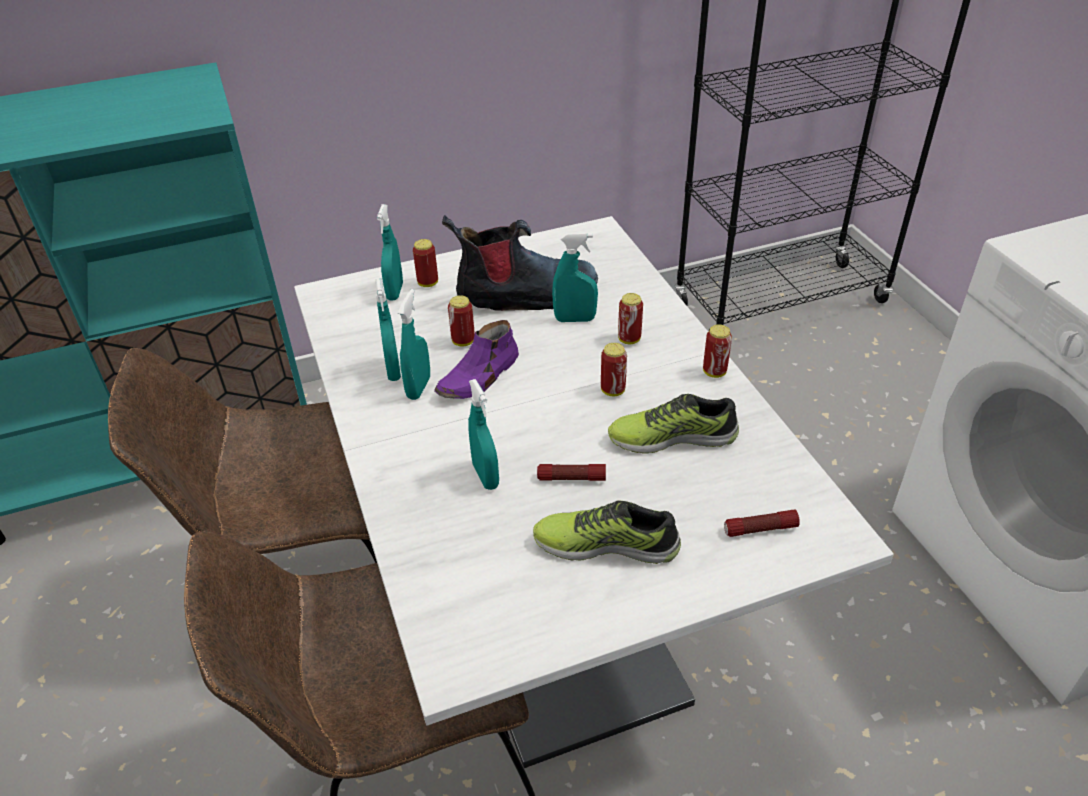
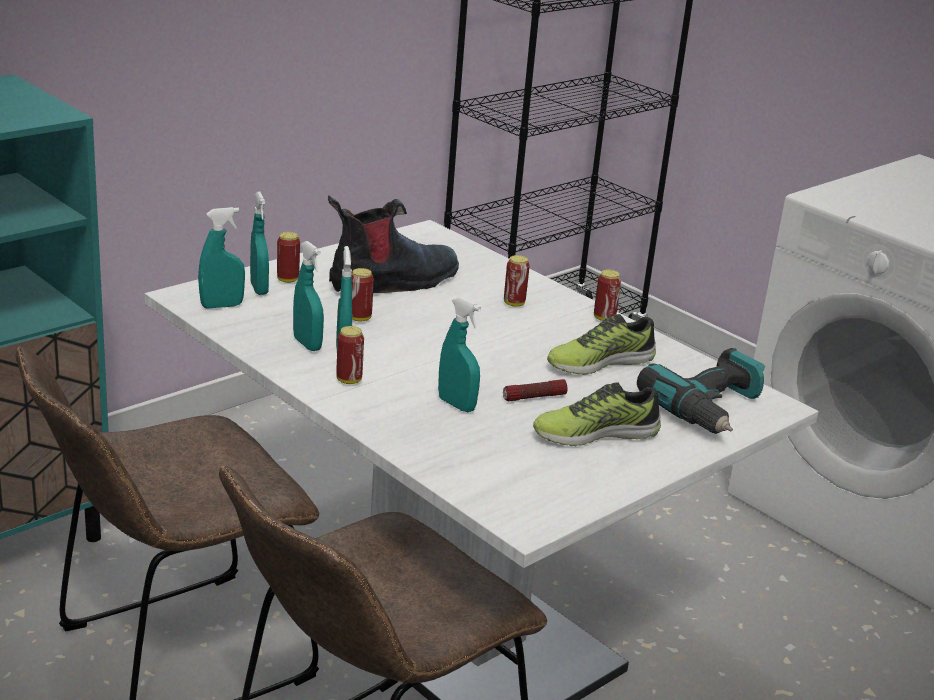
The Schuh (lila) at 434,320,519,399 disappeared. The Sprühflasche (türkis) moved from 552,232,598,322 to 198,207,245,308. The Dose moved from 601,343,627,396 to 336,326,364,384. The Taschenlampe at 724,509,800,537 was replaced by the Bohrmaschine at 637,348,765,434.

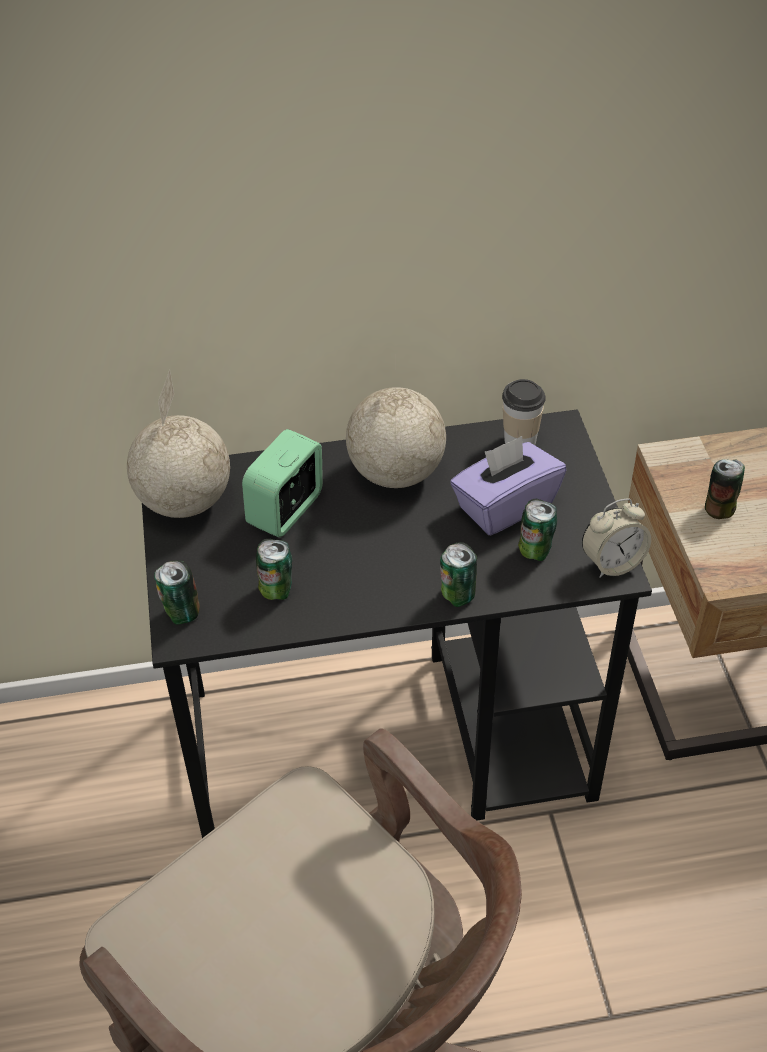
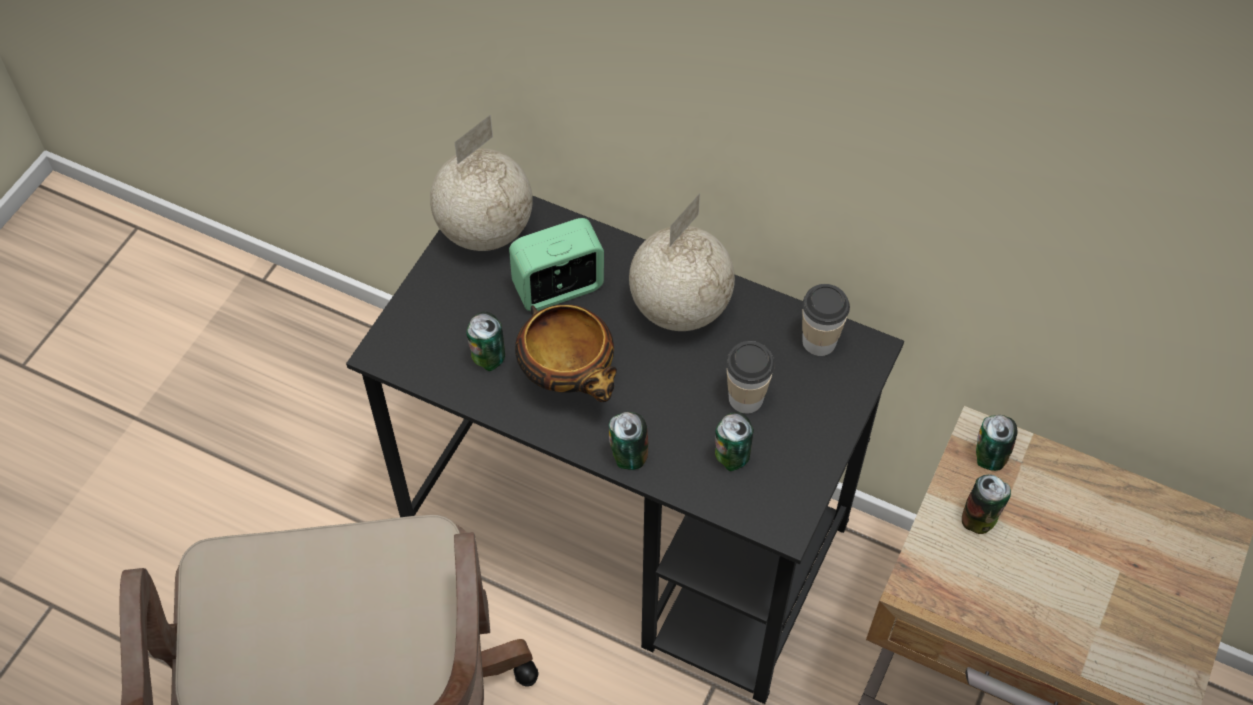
The Dose moved from 154,560,200,624 to 976,415,1018,471. The Taschentuchbox (lila) at 450,436,567,535 was replaced by the Tasse at 726,341,775,414. The Wecker at 582,498,651,578 disappeared. The Schüssel at 515,305,617,402 appeared.

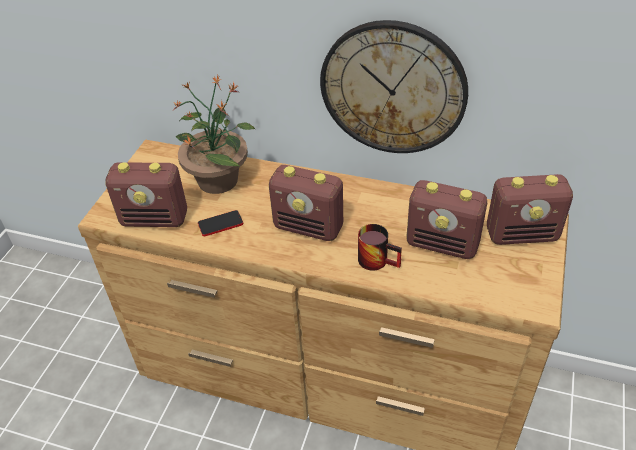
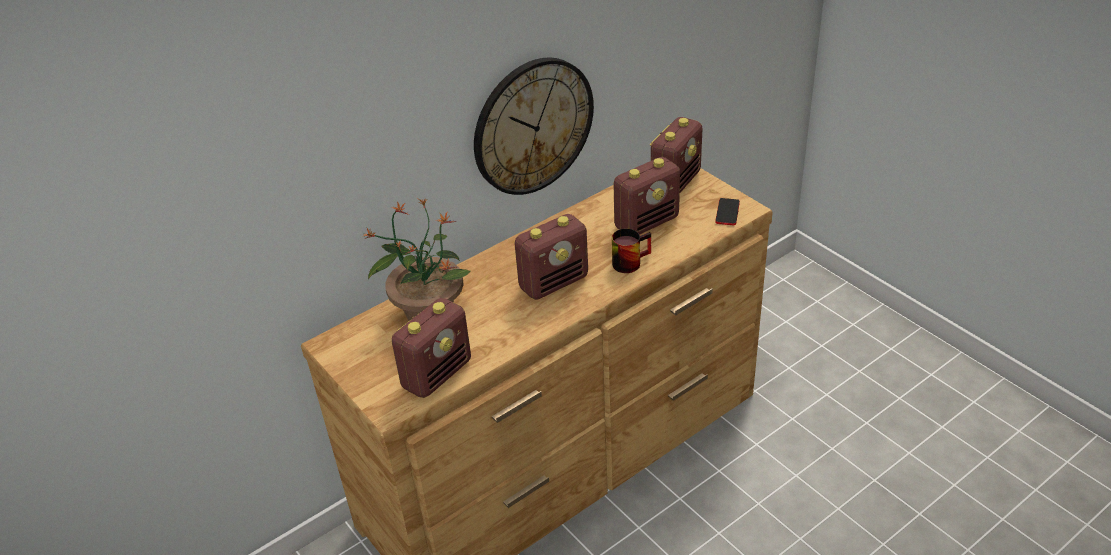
The Handy moved from 198,210,243,236 to 715,198,740,225.

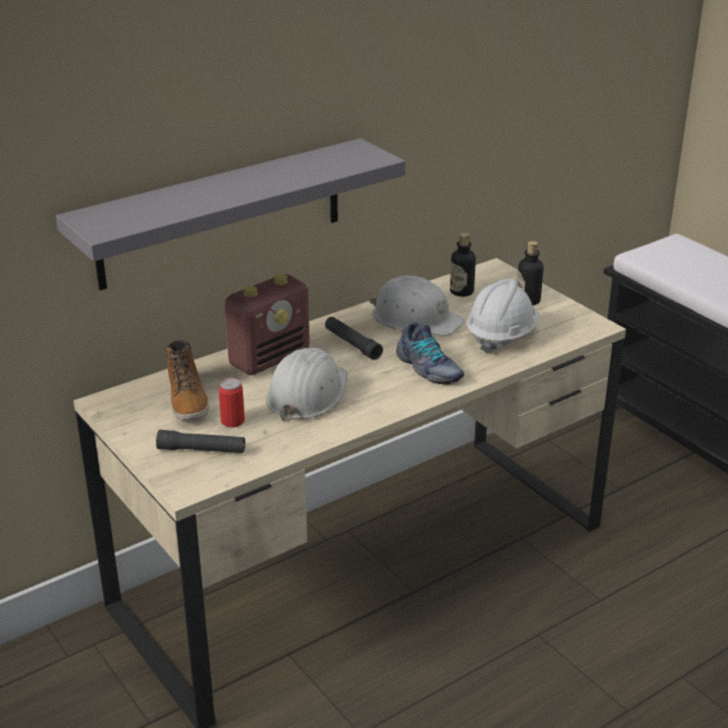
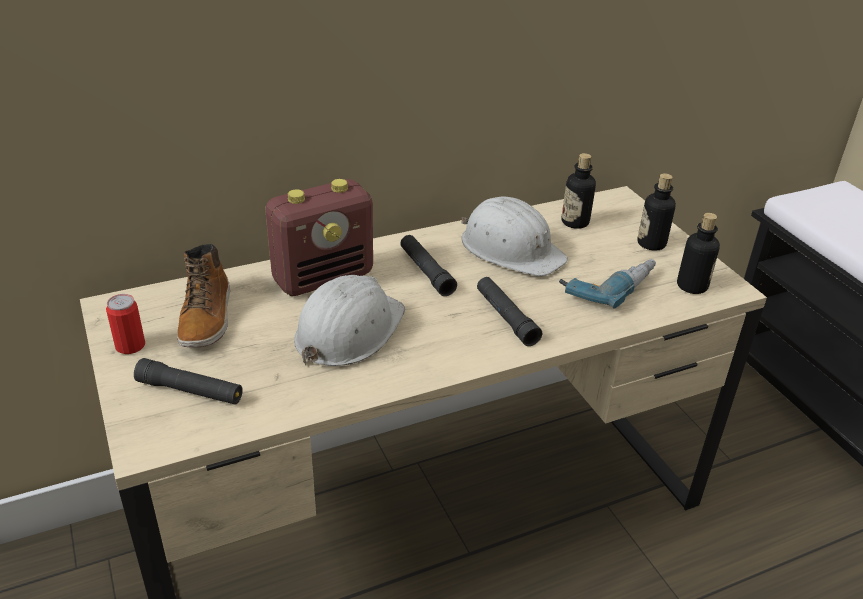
The Wandregal (grau) at 56,138,405,290 disappeared. The Dose moved from 219,378,245,427 to 106,294,145,354. The Schuh at 396,321,464,385 was replaced by the Taschenlampe (schwarz) at 477,277,542,346. The Schutzhelm (weiß) at 467,279,539,354 was replaced by the Bohrmaschine at 559,259,656,309. The Flasche at 677,213,720,294 appeared.

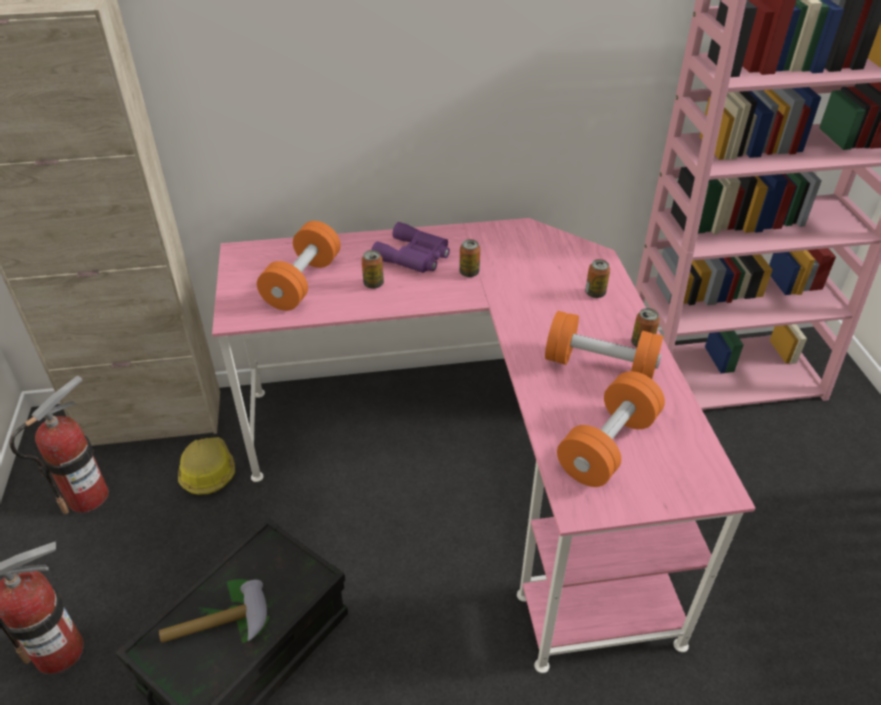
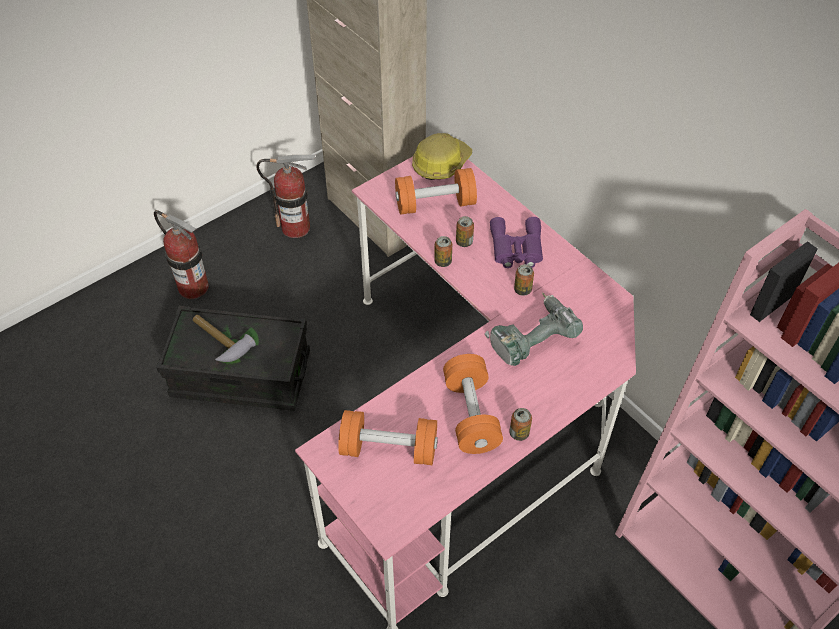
The Schutzhelm moved from 178,437,235,495 to 412,133,472,180. The Dose moved from 585,259,610,298 to 434,236,452,267. The Bohrmaschine at 485,292,583,366 appeared.

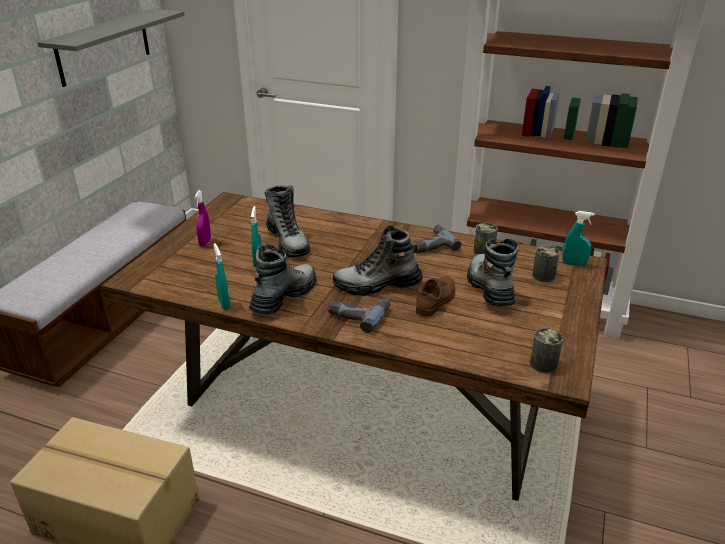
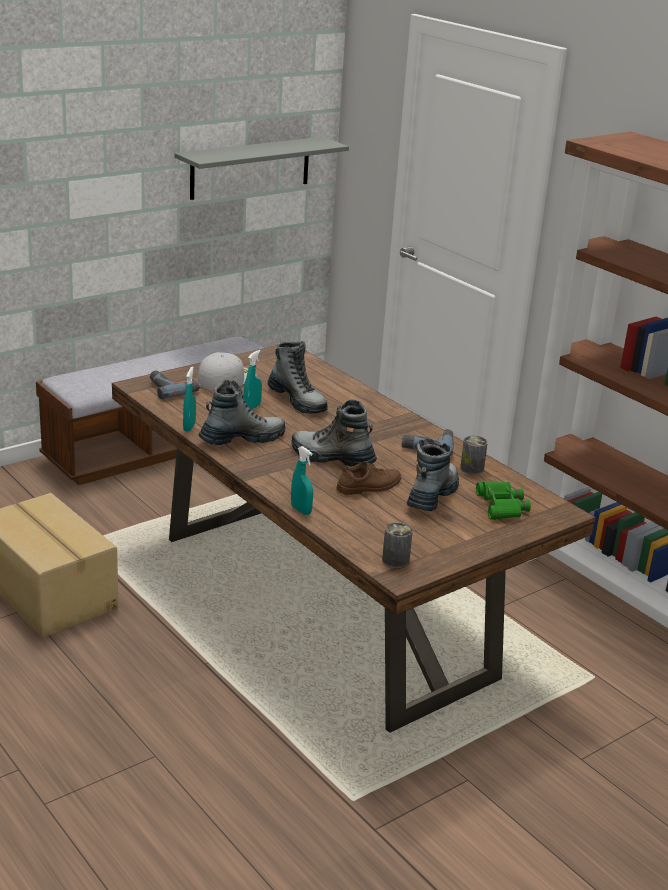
The Sprühflasche (lila) at 194,190,211,247 was replaced by the Kappe (weiß) at 198,352,256,390. The Stiefel at 265,185,310,258 turned 45 degrees counterclockwise. The Bohrmaschine moved from 328,298,390,333 to 150,370,201,399. The Dose at 532,245,560,282 was replaced by the Fernglas (grün) at 476,482,531,520. The Sprühflasche (türkis) moved from 562,211,595,267 to 291,446,313,515.

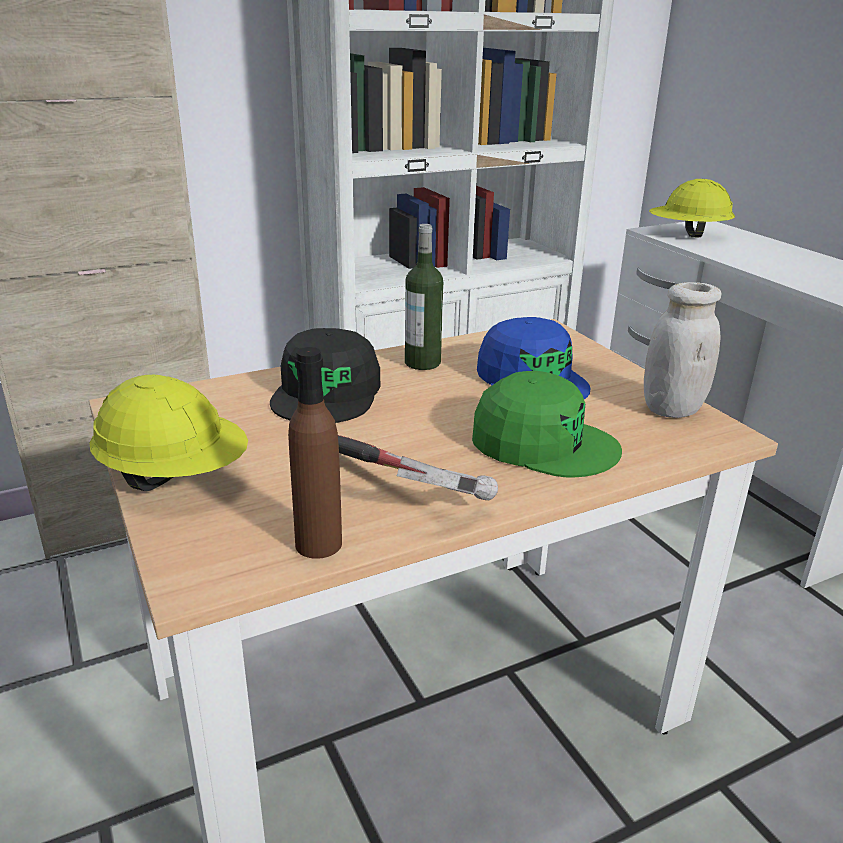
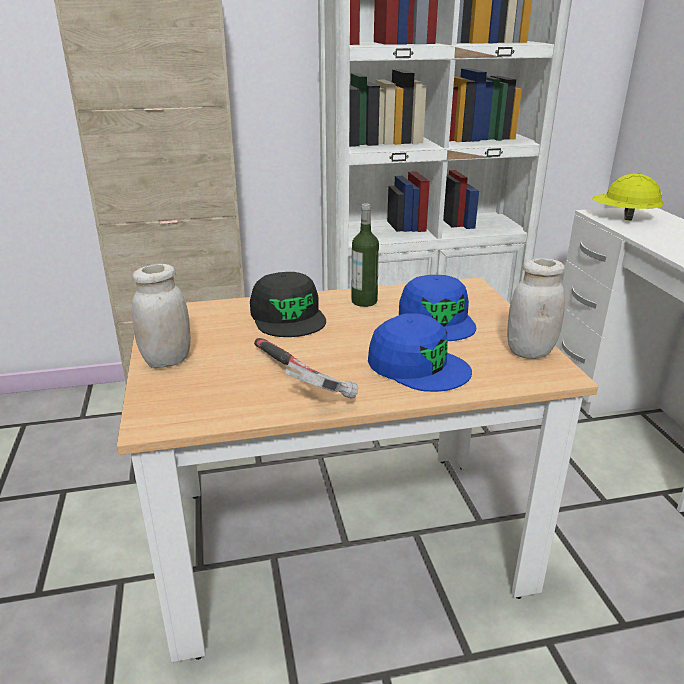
The Schutzhelm (gelb) at 89,375,248,491 was replaced by the Vorratsglas (weiß) at 132,264,191,368. The Kappe (schwarz) at 270,328,380,423 turned 45 degrees counterclockwise. The Flasche (braun) at 288,347,342,559 disappeared. The Kappe (grün) at 472,371,622,478 became the Kappe (blau) at 368,313,472,392.

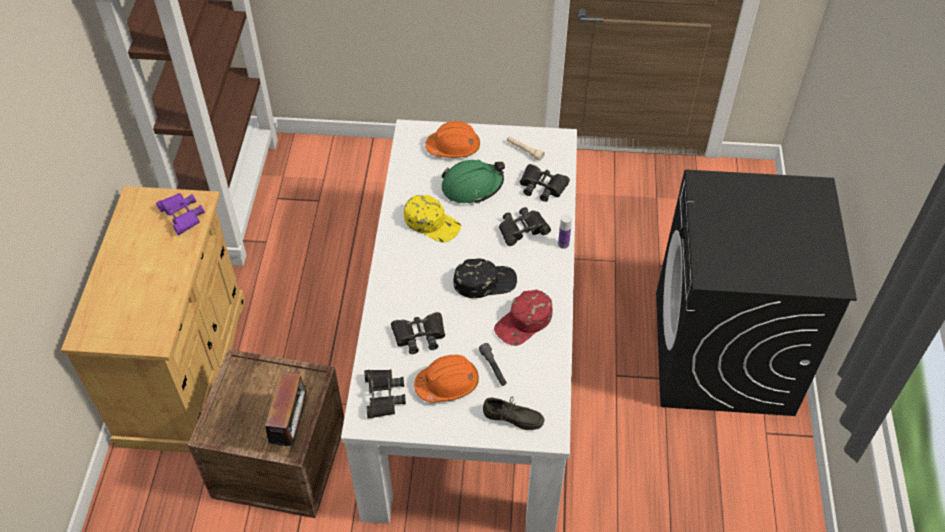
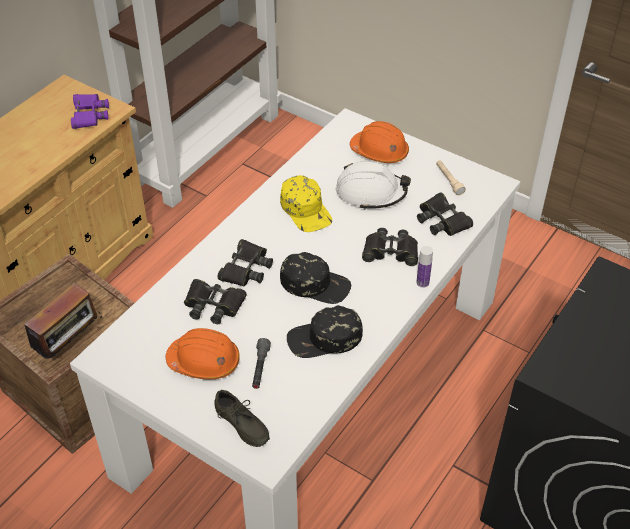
The Fernglas (schwarz) moved from 364,369,406,418 to 217,239,273,286. The Schutzhelm (grün) at 442,160,505,204 became the Schutzhelm (weiß) at 336,161,411,210. The Kappe (rot) at 494,290,553,346 became the Kappe (schwarz) at 287,305,363,358.

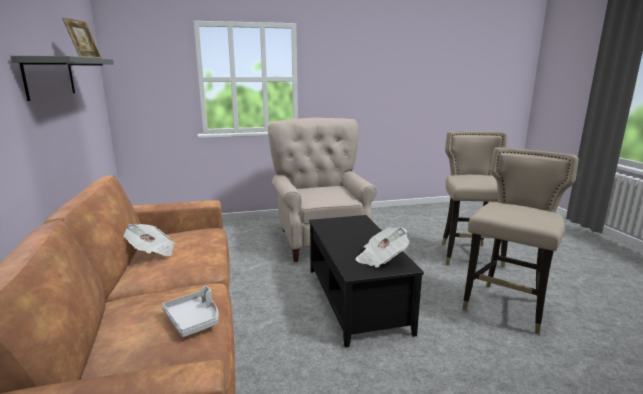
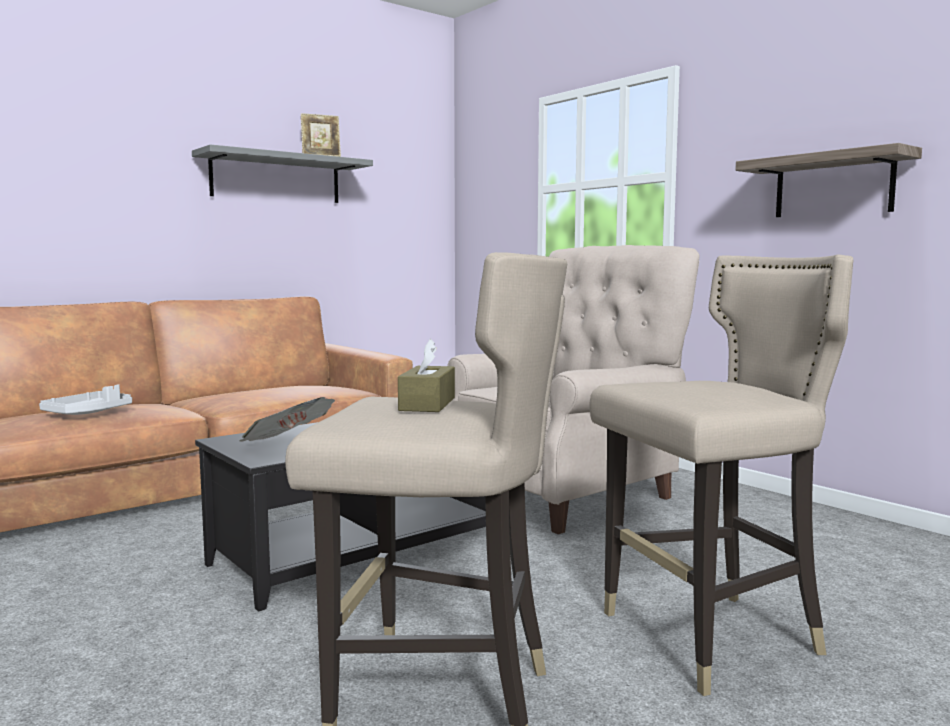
The Zeitung at 124,224,175,256 disappeared. The Taschentuchbox (braun) at 398,339,455,412 appeared. The Wandregal at 735,143,922,217 appeared.

